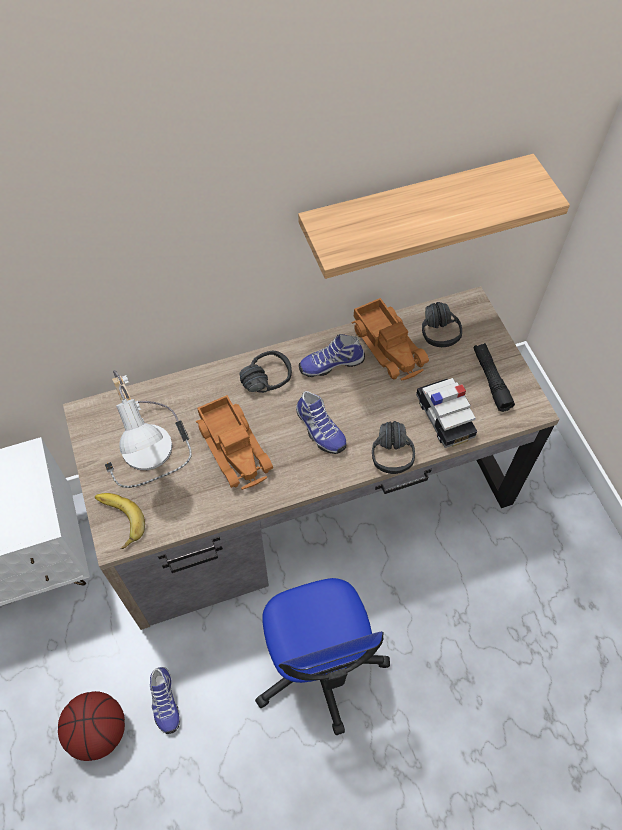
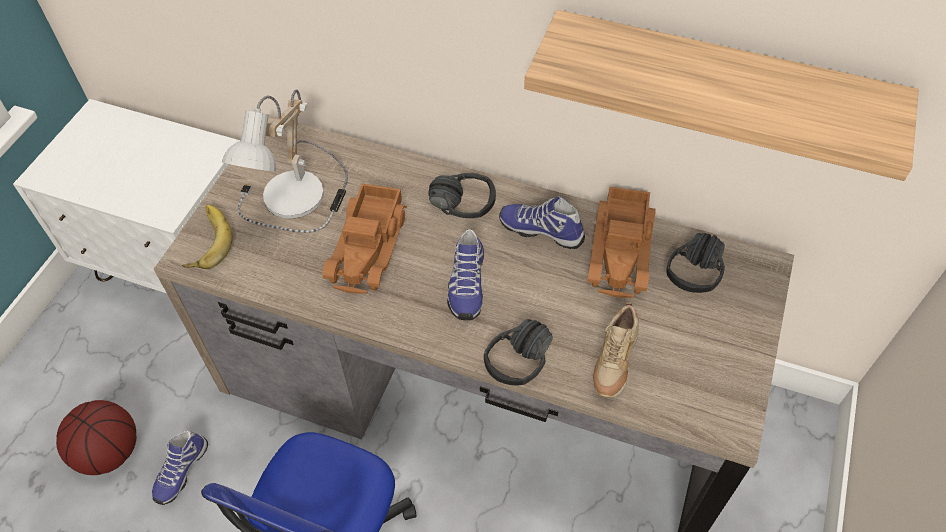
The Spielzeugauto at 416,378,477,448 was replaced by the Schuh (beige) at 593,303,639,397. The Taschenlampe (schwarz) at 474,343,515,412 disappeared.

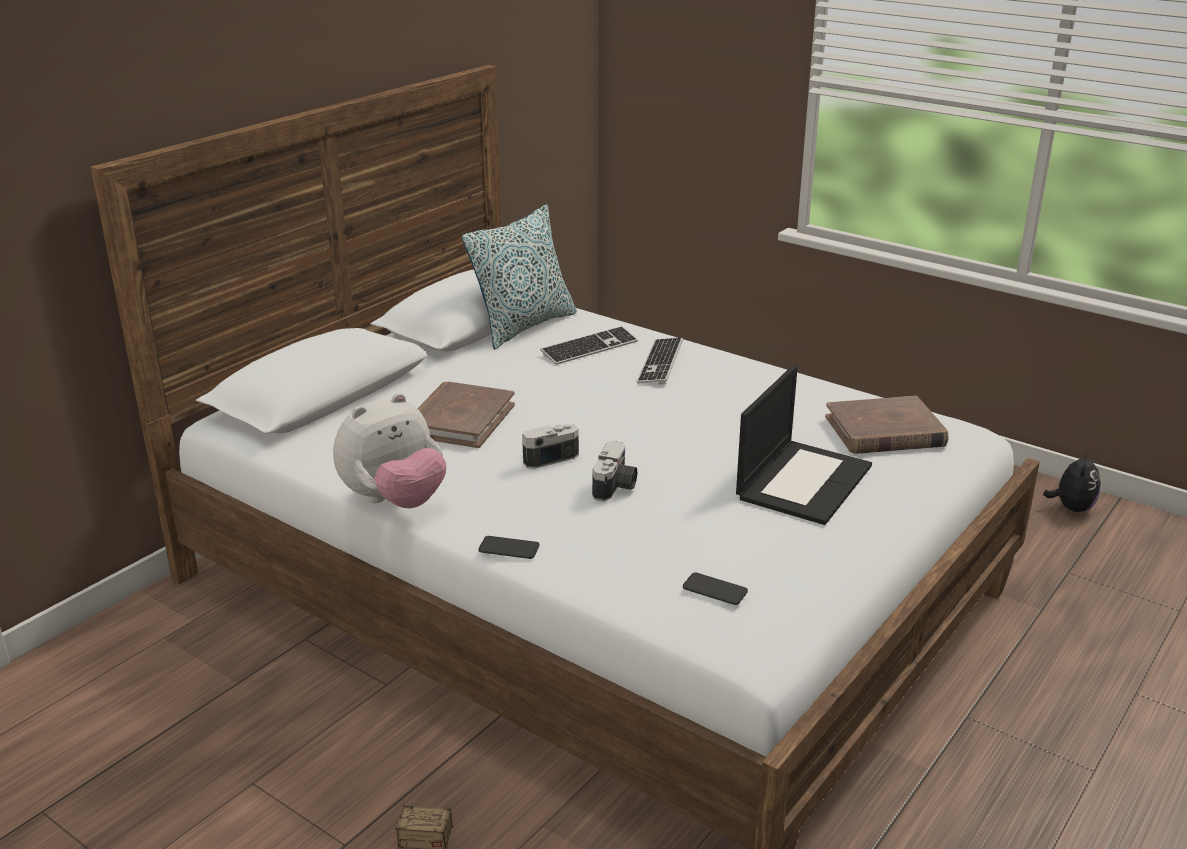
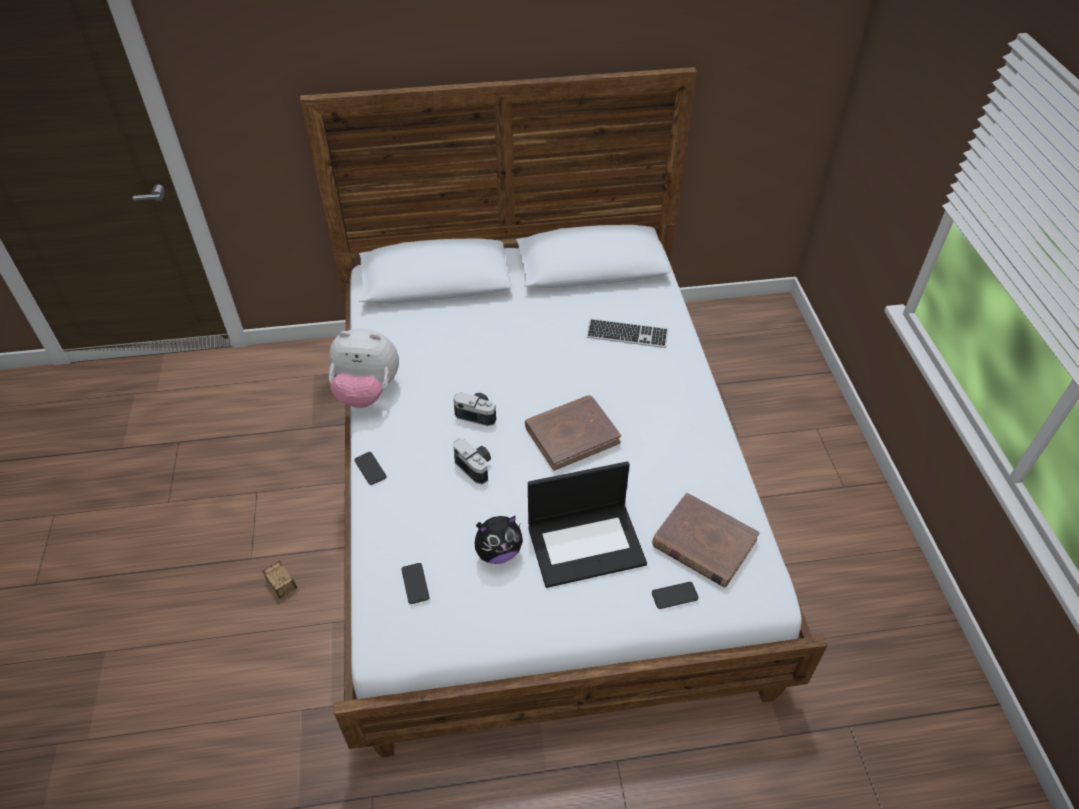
The Buch (braun) moved from 417,381,515,448 to 525,395,621,471. The Kissen at 462,204,577,349 disappeared. The Kamera at 592,441,638,502 turned 105 degrees counterclockwise. The Tastatur at 636,338,683,385 disappeared. The Plüschtier moved from 1043,450,1101,512 to 475,516,523,564. The Handy at 652,582,699,609 appeared.

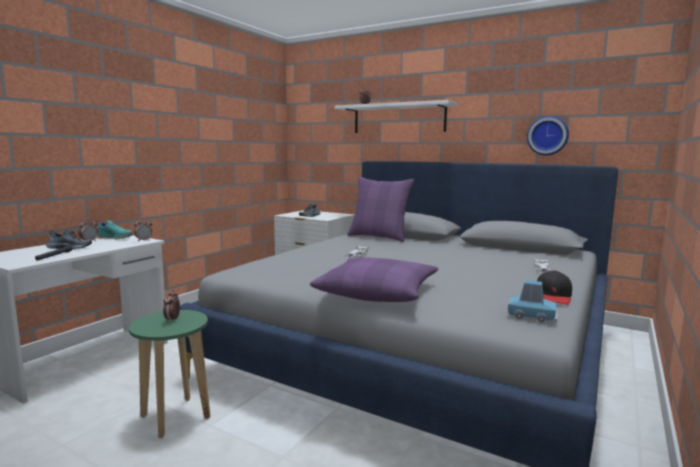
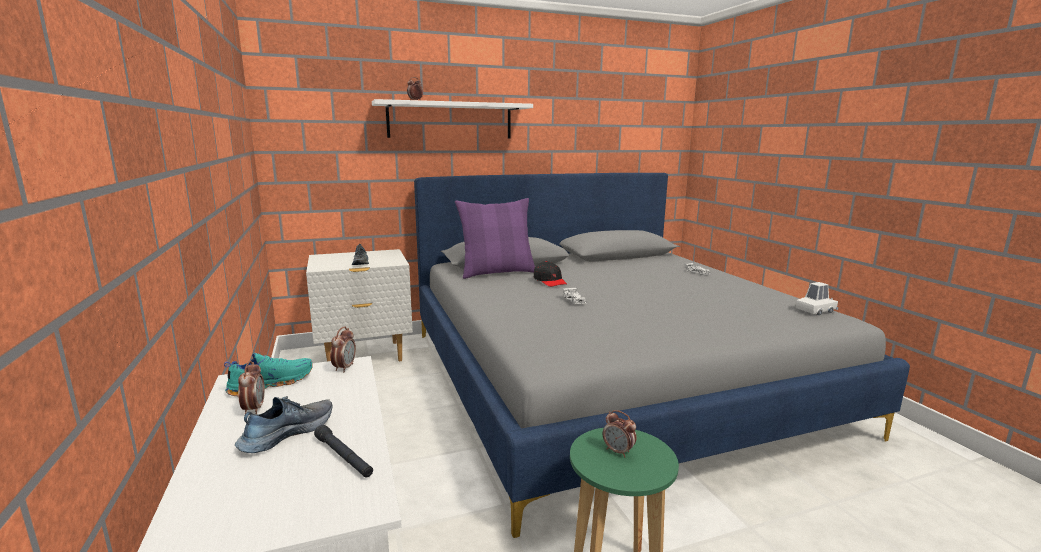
The Kissen (lila) at 310,257,438,302 disappeared. The Spielzeugauto (blau) at 508,280,557,322 became the Spielzeugauto (weiß) at 795,282,839,315. The Wanduhr at 527,116,569,155 disappeared. The Kappe (schwarz) moved from 537,270,572,305 to 534,261,567,287.

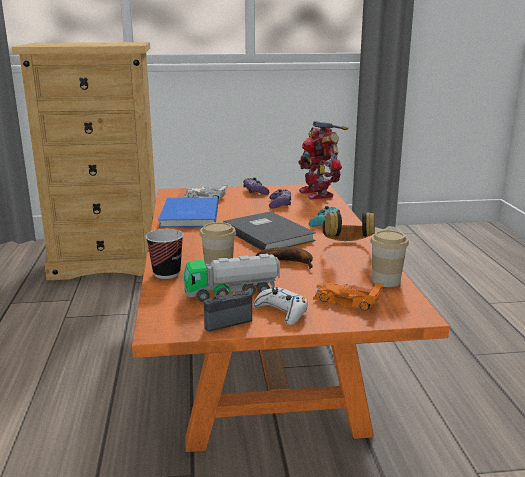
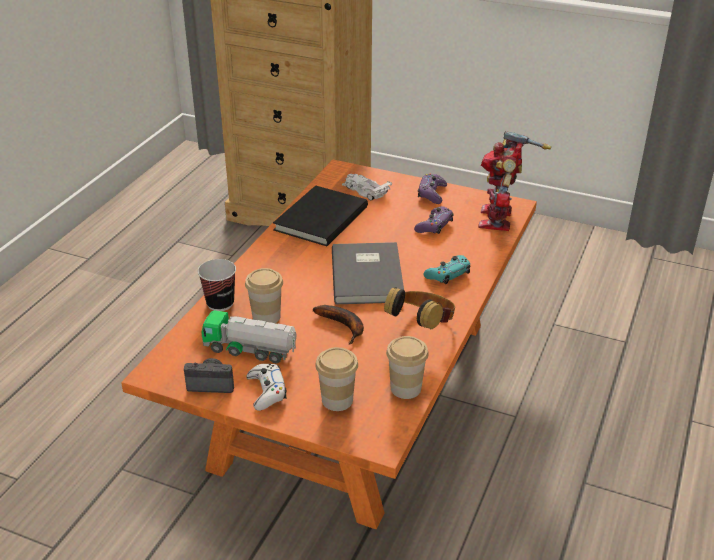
The Buch (blau) at 158,197,219,228 became the Buch (schwarz) at 273,185,368,246. The Spielzeugauto (orange) at 313,282,384,311 was replaced by the Tasse at 315,347,358,411.

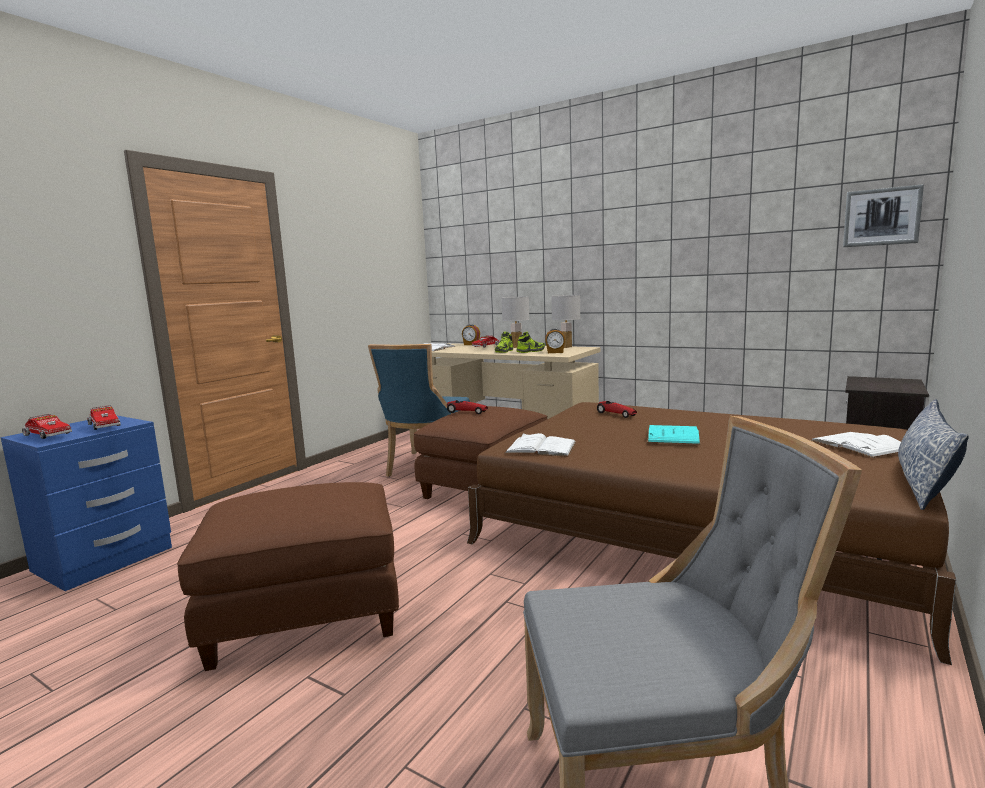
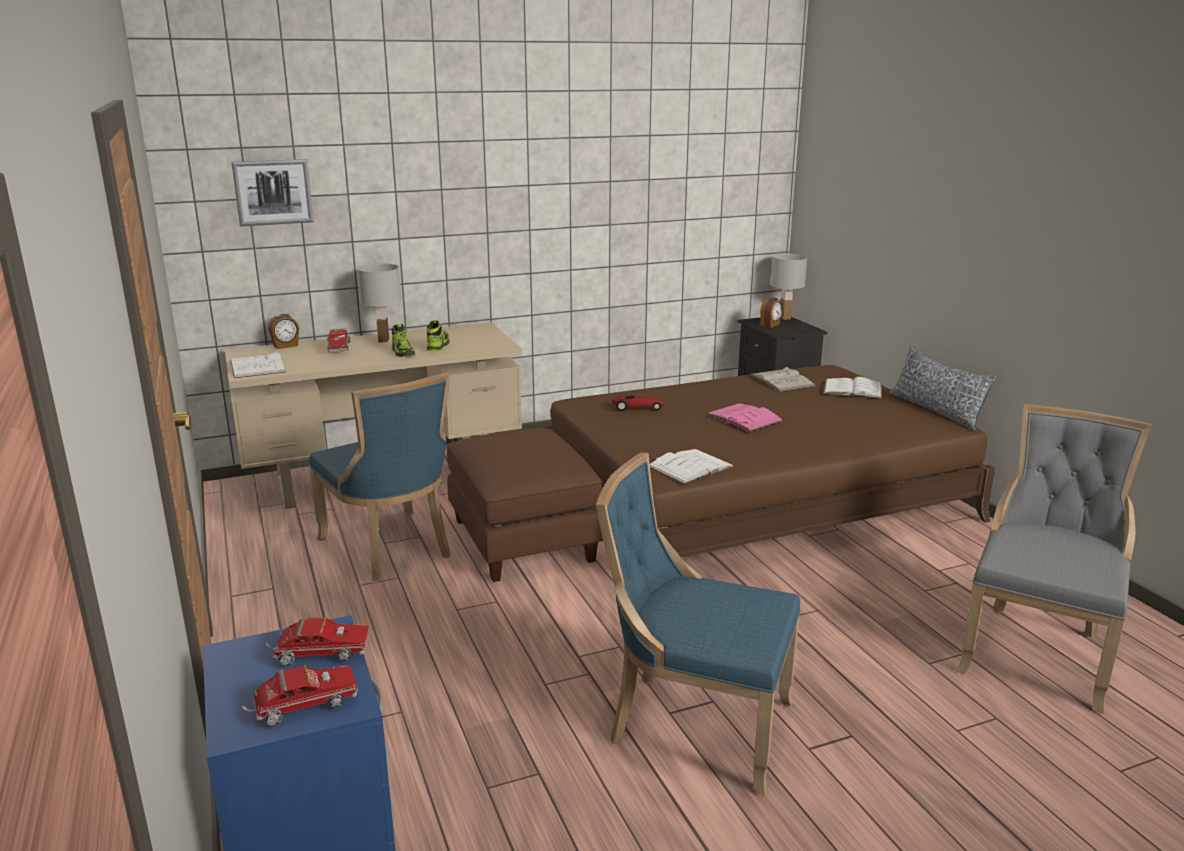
The Polsterhocker (braun) at 177,482,399,671 was replaced by the Stuhl (blau) at 596,453,800,796. The Spielzeugauto at 447,400,488,414 disappeared. The Wecker moved from 545,328,565,353 to 760,298,782,328. The Tischlampe (weiß) moved from 551,295,580,348 to 770,253,808,320. The Buch (türkis) at 648,425,700,445 became the Buch (rosa) at 705,403,783,432. The Bild moved from 843,184,924,247 to 231,159,314,226. The Buch (weiß) at 749,366,815,392 appeared.

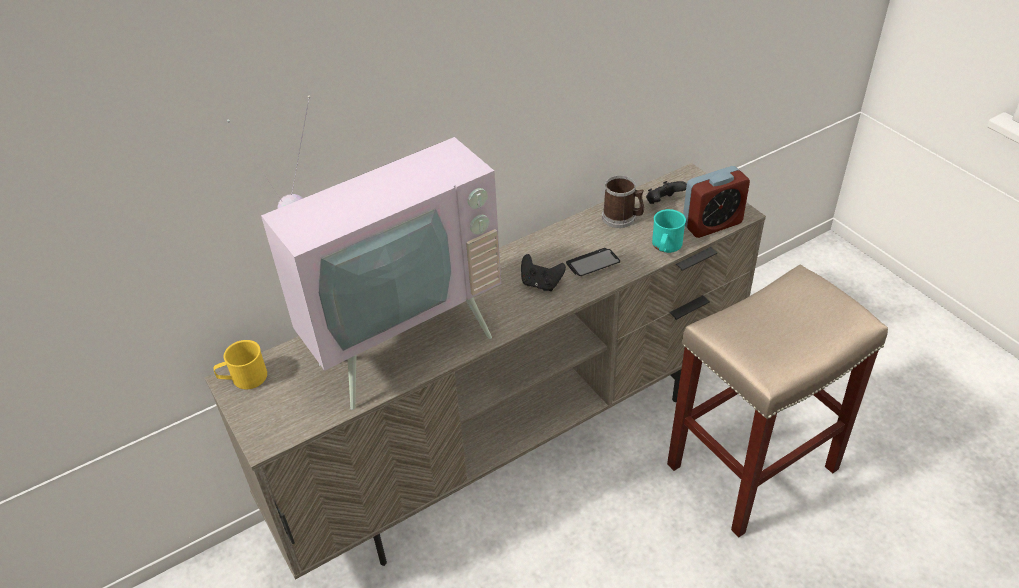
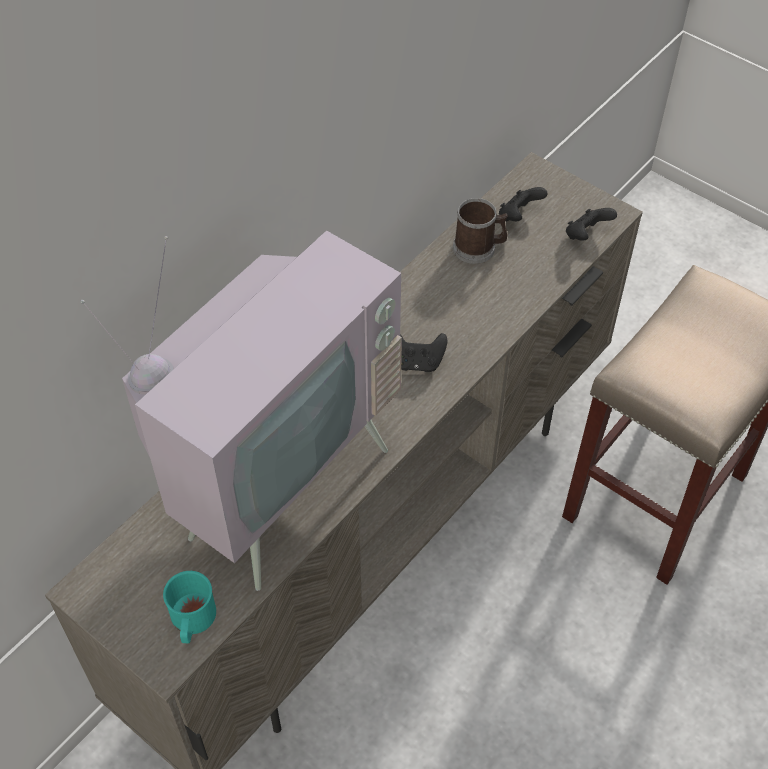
The Henkelbecher (gelb) at 214,340,267,389 disappeared. The Handy at 566,248,620,276 disappeared. The Henkelbecher (türkis) moved from 652,209,686,253 to 163,571,216,643. The Wecker at 683,166,750,238 was replaced by the Gamepad (schwarz) at 566,208,617,241.

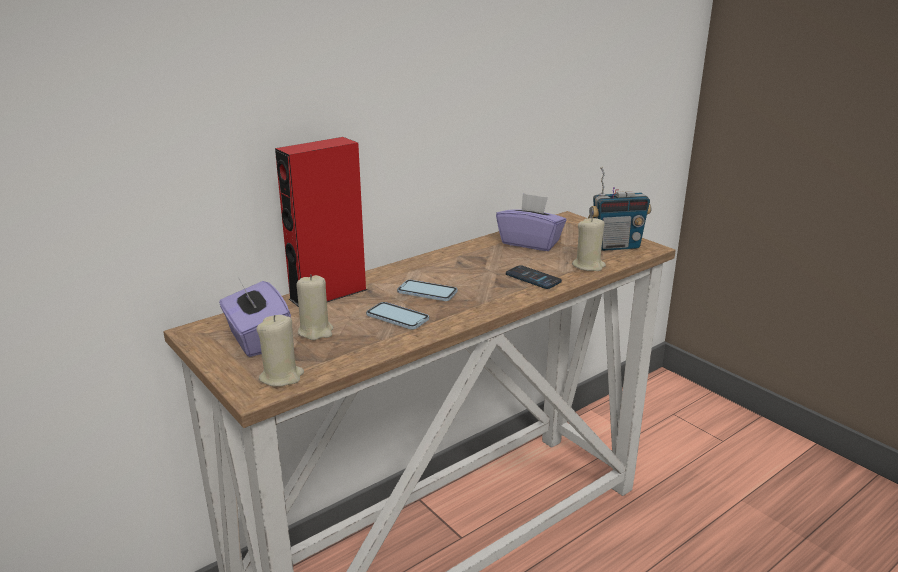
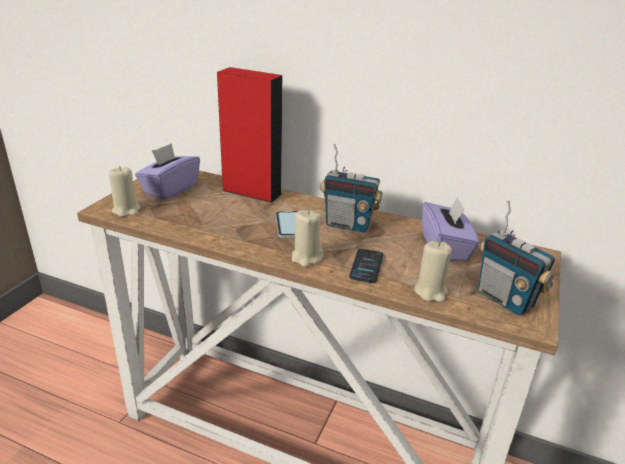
The Kerze (beige) moved from 297,274,333,340 to 292,210,323,267. The Handy at 366,302,429,330 disappeared. The Radio at 320,144,383,232 appeared.

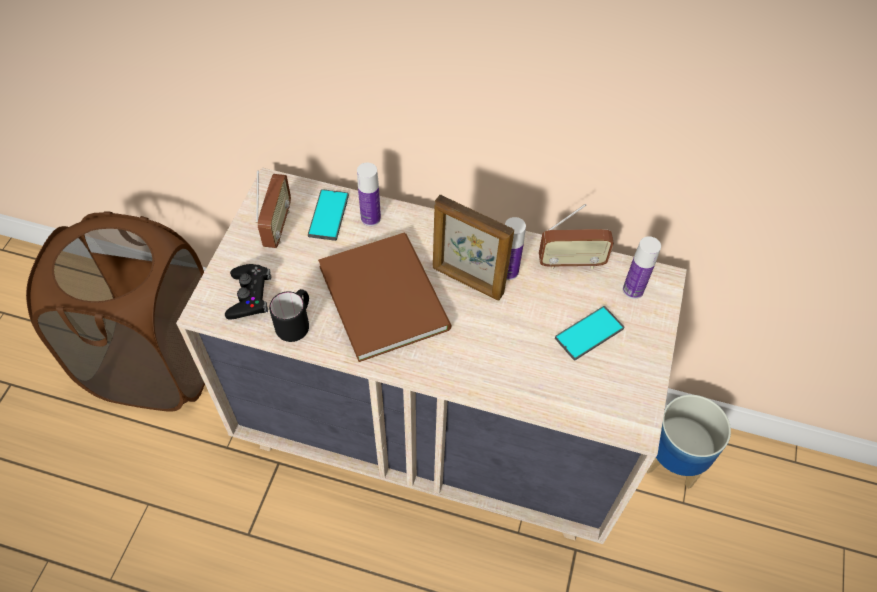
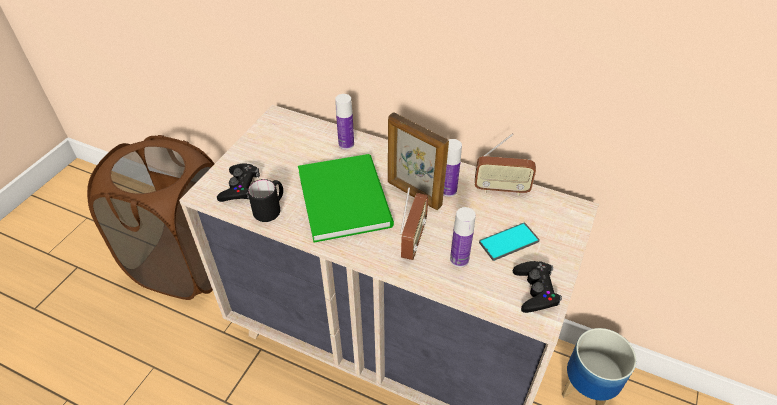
The Radio moved from 255,171,291,248 to 400,187,428,260. The Handy at 308,189,349,241 disappeared. The Buch (braun) at 318,233,451,362 became the Buch (grün) at 298,154,394,243. The Flasche moved from 623,236,661,299 to 450,207,476,267. The Gamepad (schwarz) at 513,261,562,313 appeared.

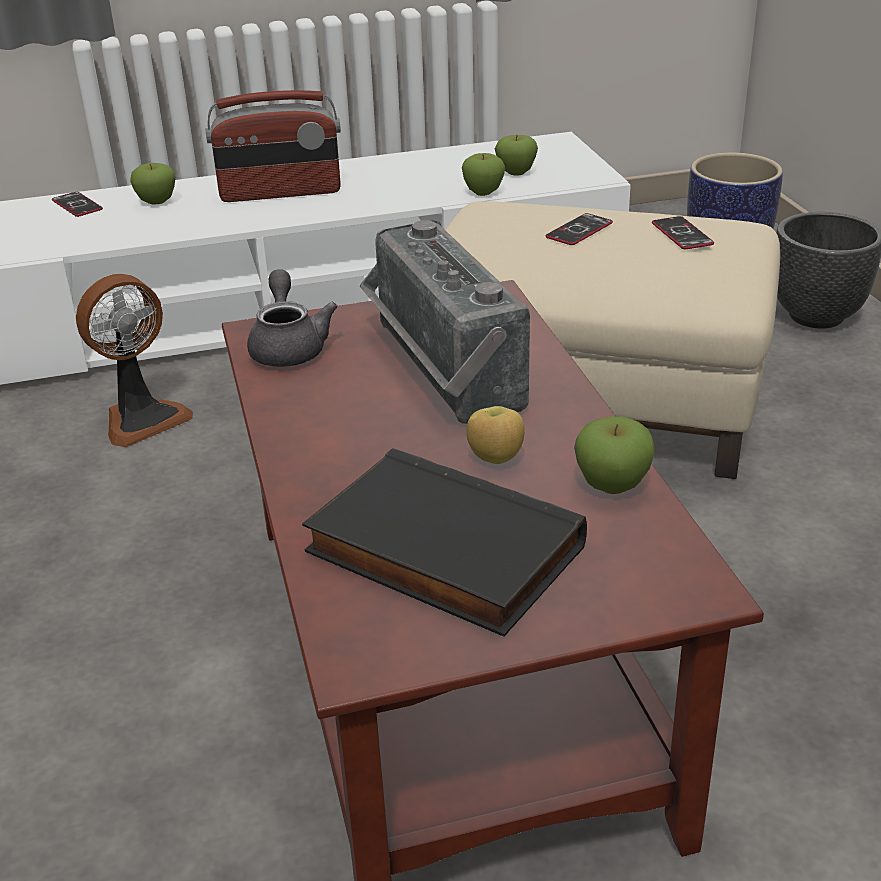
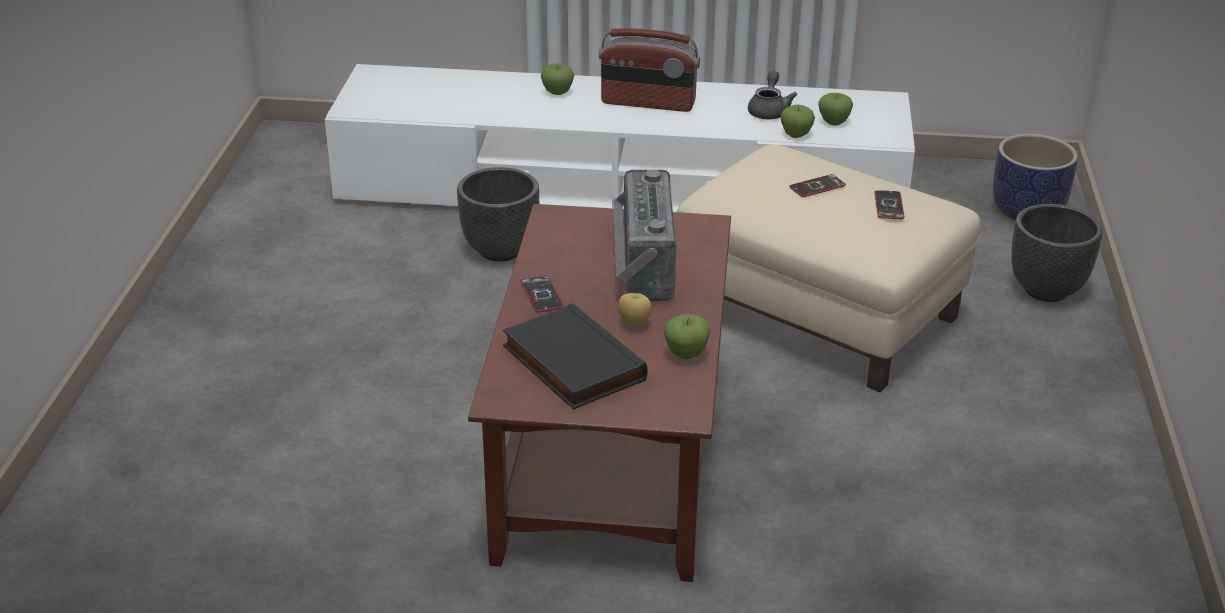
The Handy moved from 52,192,103,217 to 520,276,564,313. The Ventilator at 76,274,193,447 was replaced by the Pflanzkübel (schwarz) at 457,167,539,262. The Teekanne (grau) moved from 247,269,338,367 to 748,70,797,119.

